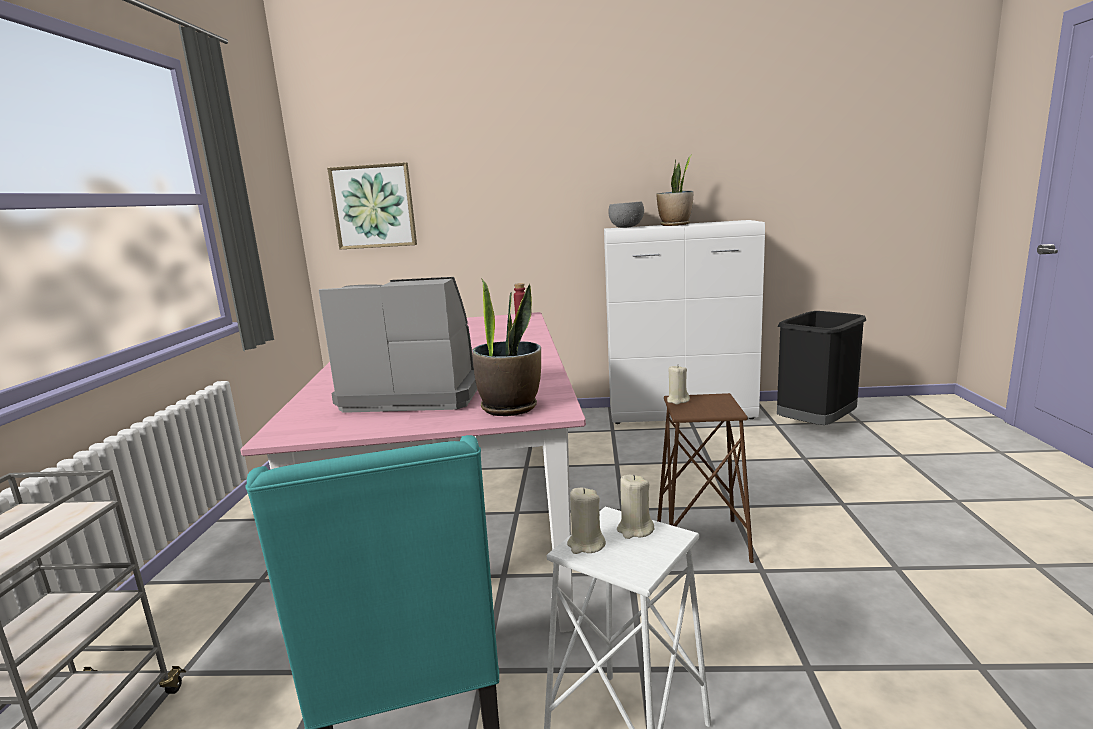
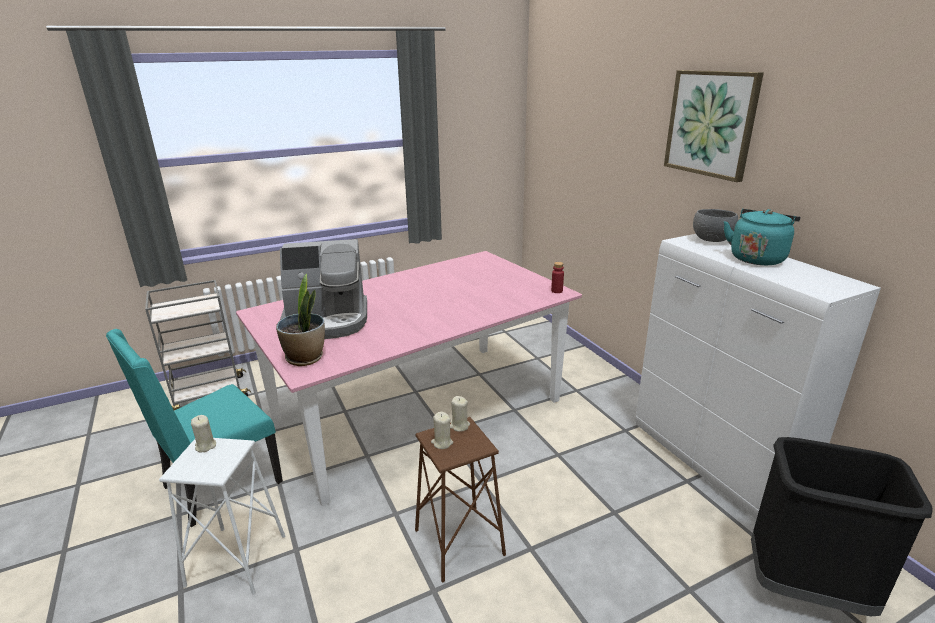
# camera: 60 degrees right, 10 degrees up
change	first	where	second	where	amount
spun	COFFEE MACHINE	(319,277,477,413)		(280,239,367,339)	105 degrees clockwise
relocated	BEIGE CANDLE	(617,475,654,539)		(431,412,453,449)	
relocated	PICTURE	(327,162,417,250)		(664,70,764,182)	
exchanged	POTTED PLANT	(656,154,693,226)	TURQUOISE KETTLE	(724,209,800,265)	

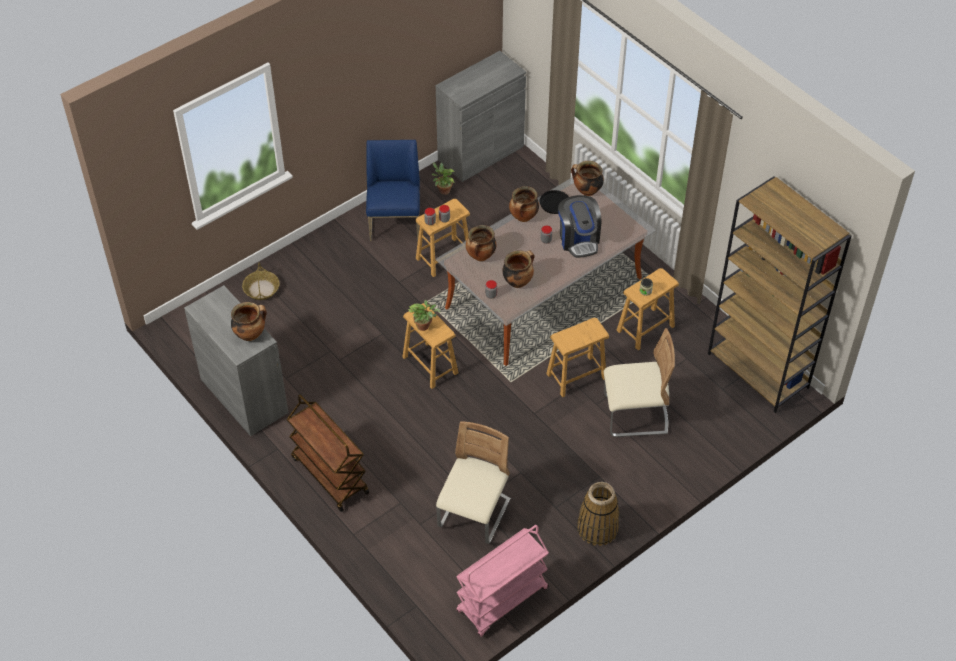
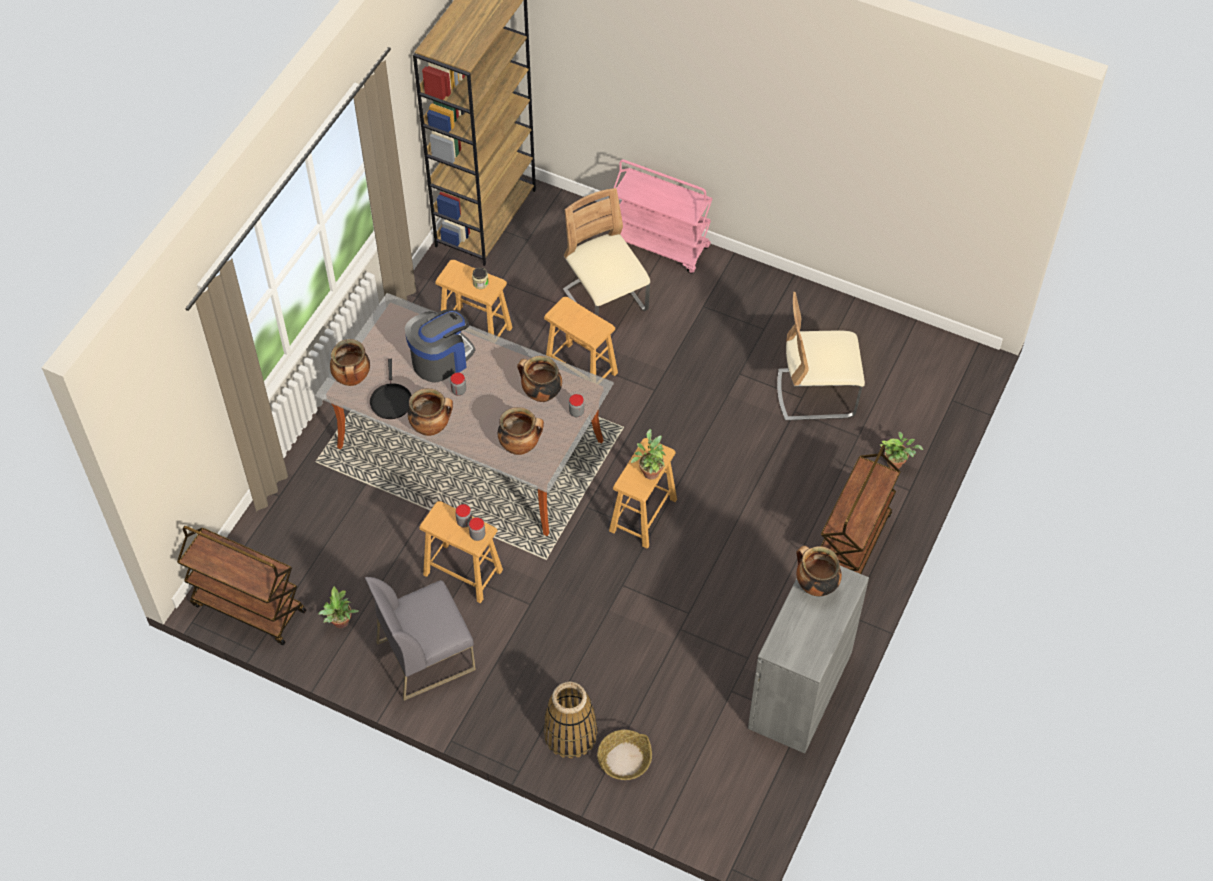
# camera: 115 degrees left, 5 degrees up
change	first	where	second	where	amount
exchanged	GREY CABINET	(436,51,526,182)	BROWN CART	(177,526,306,645)	
colour	BLUE CHAIR	(366,140,420,241)	GREY CHAIR	(365,577,476,701)	
relocated	BASKET	(577,482,619,546)		(544,682,598,759)	
relocated	PINK CART	(456,525,549,637)		(614,159,712,274)	
appeared			POTTED PLANT	(880,432,923,469)	

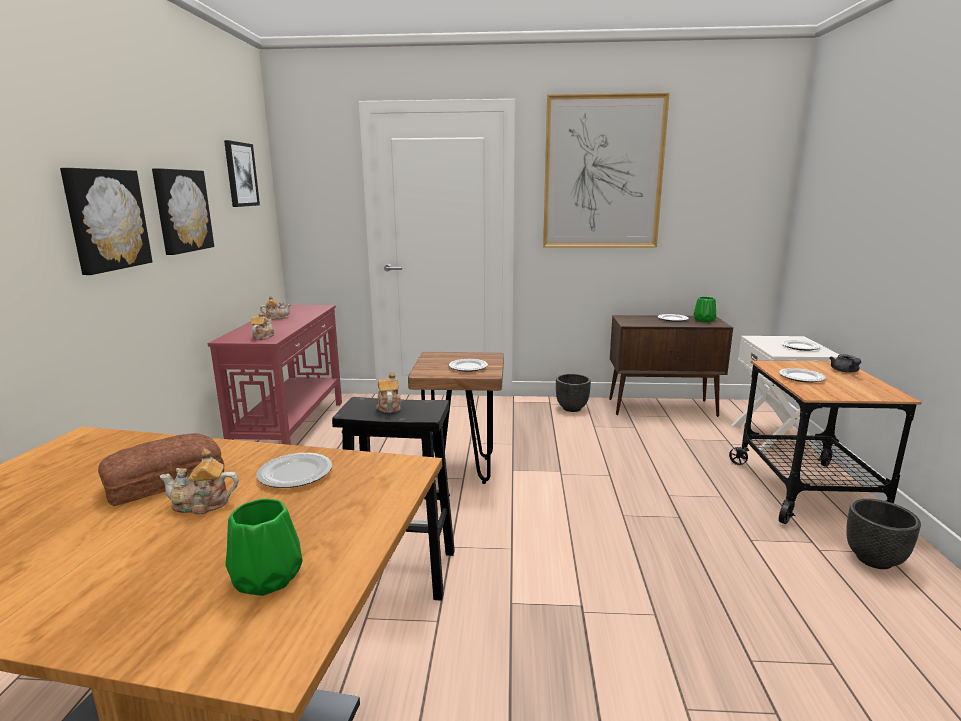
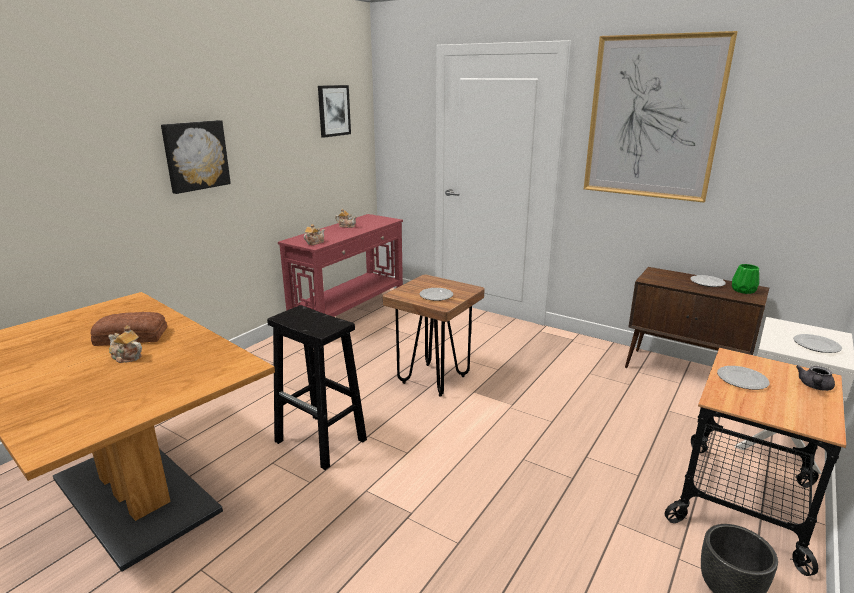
# camera: 30 degrees right, 5 degrees up
change	first	where	second	where	amount
missing	PICTURE	(152,168,214,255)			
missing	GREEN VASE	(226,499,303,596)			
missing	PLATE	(256,453,332,488)			
missing	TEAPOT	(376,372,401,413)			
missing	BLACK PLANTER	(556,374,591,412)			

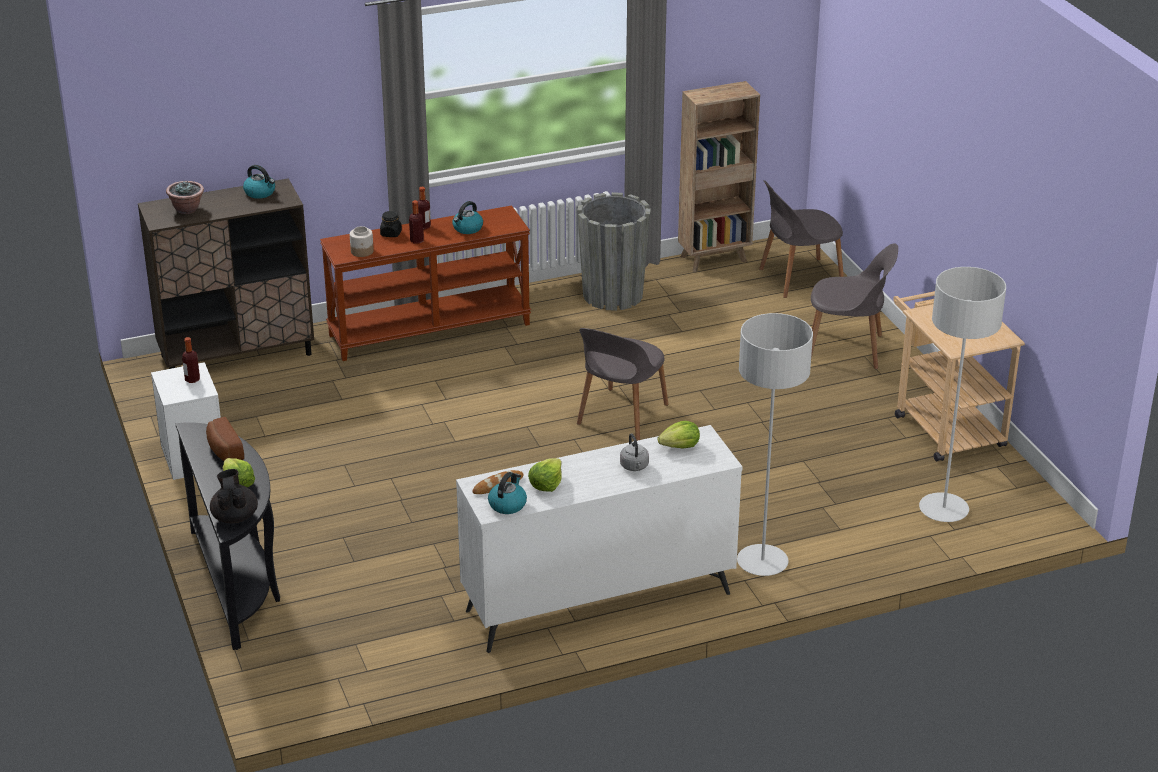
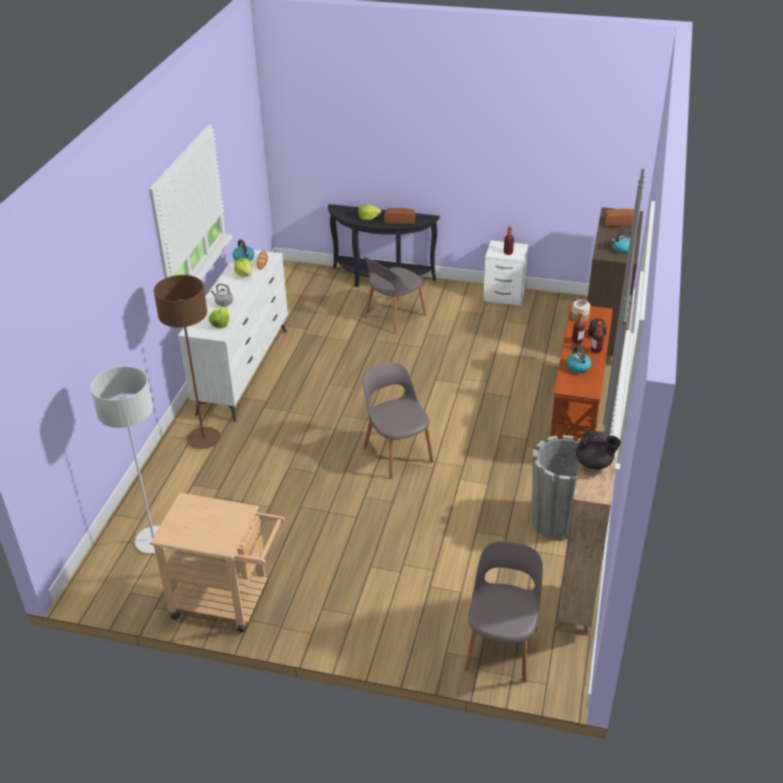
# camera: 125 degrees right, 5 degrees up
change	first	where	second	where	amount
colour	GREY FLOOR LAMP	(737,313,813,576)	BROWN FLOOR LAMP	(153,275,221,449)	
relocated	GREY CHAIR	(811,243,898,369)		(364,257,427,334)	
relocated	BLACK TEAPOT	(210,469,258,523)		(576,430,621,469)	
exchanged	POTTED PLANT	(166,181,204,214)	BREAD	(604,209,634,227)	

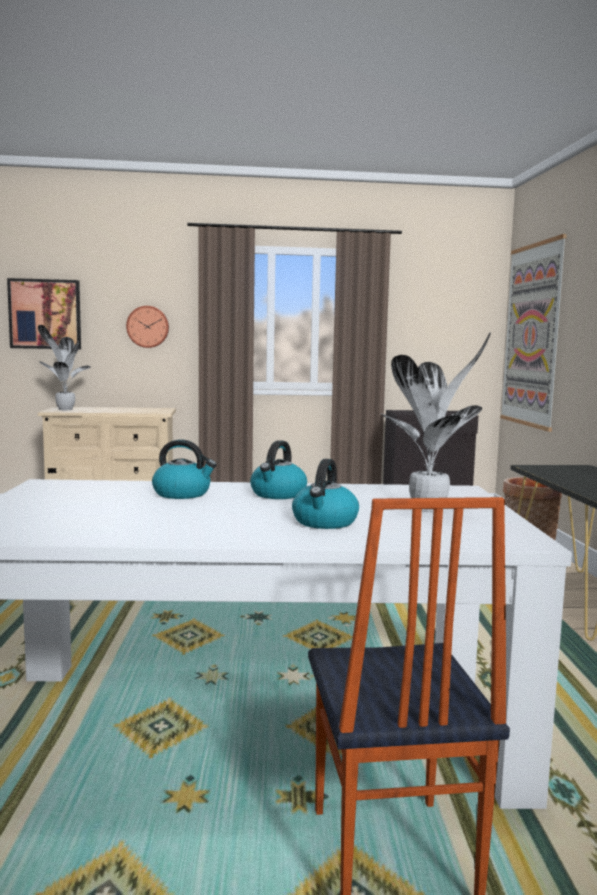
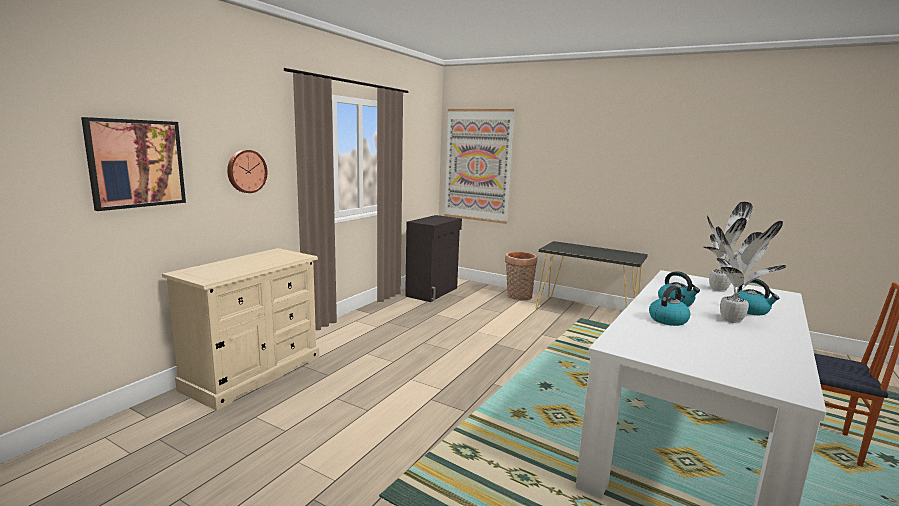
# camera: 55 degrees left, 5 degrees up
change	first	where	second	where	amount
relocated	POTTED PLANT	(38,325,91,410)		(716,221,786,323)	

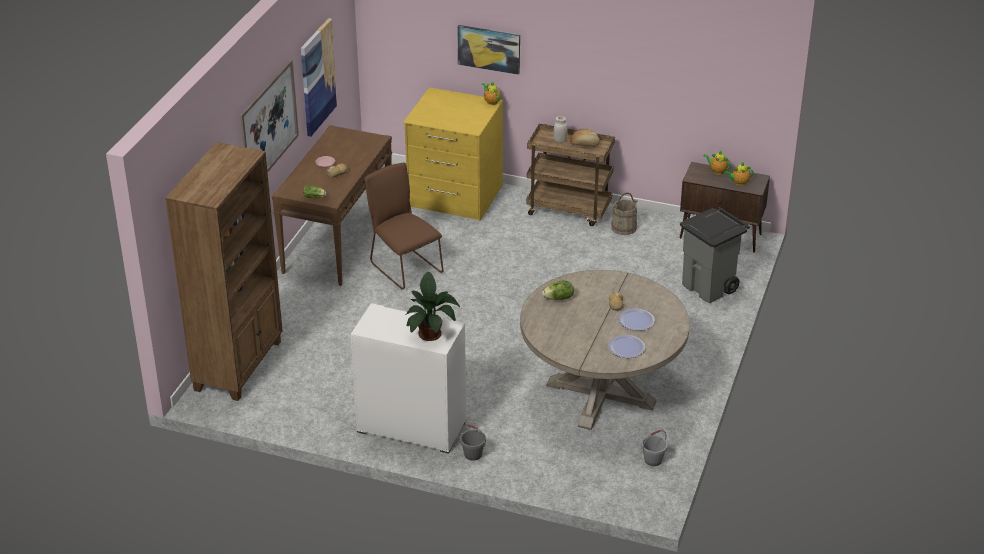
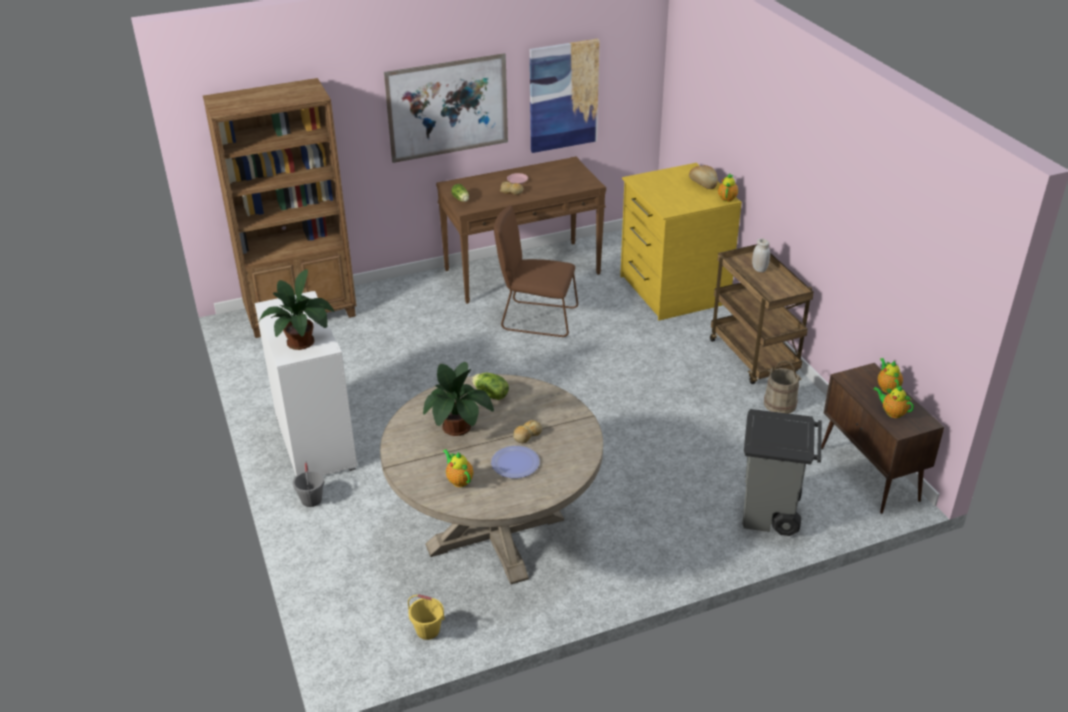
# camera: 50 degrees right, 0 degrees up
change	first	where	second	where	amount
colour	GREY BUCKET	(641,430,668,466)	YELLOW BUCKET	(408,594,444,640)	
appeared			POTTED PLANT	(423,362,494,436)	
exchanged	PLATE	(608,335,645,358)	TEAPOT	(443,449,474,487)	
spun	BROWN CHAIR	(365,162,444,290)		(494,205,578,337)	90 degrees counterclockwise
relocated	BREAD	(570,129,600,147)		(689,165,718,189)	
missing	PICTURE	(457,25,520,75)			

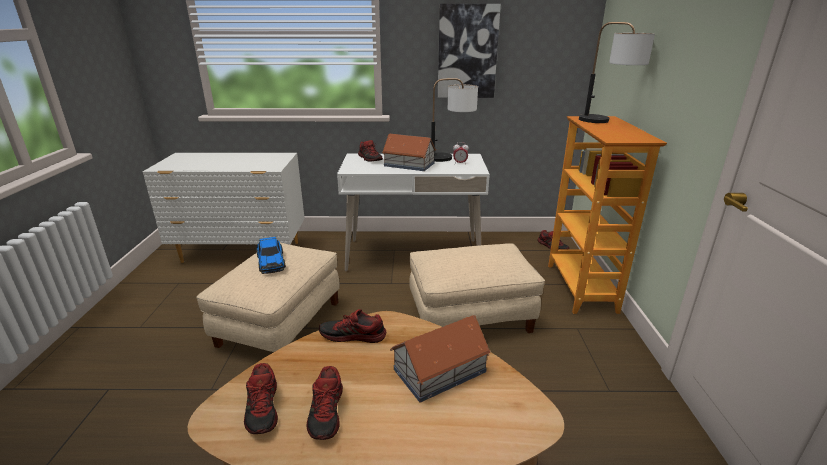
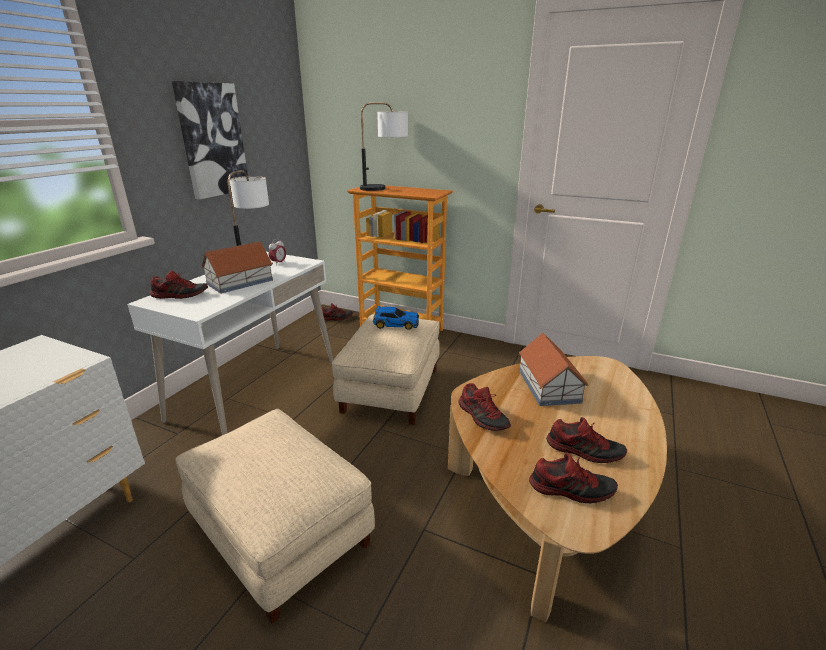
# camera: 65 degrees left, 0 degrees up
change	first	where	second	where	amount
relocated	TOY CAR	(256,237,286,274)		(373,306,419,330)	
spun	SHOE	(319,309,386,343)		(458,383,511,431)	60 degrees counterclockwise

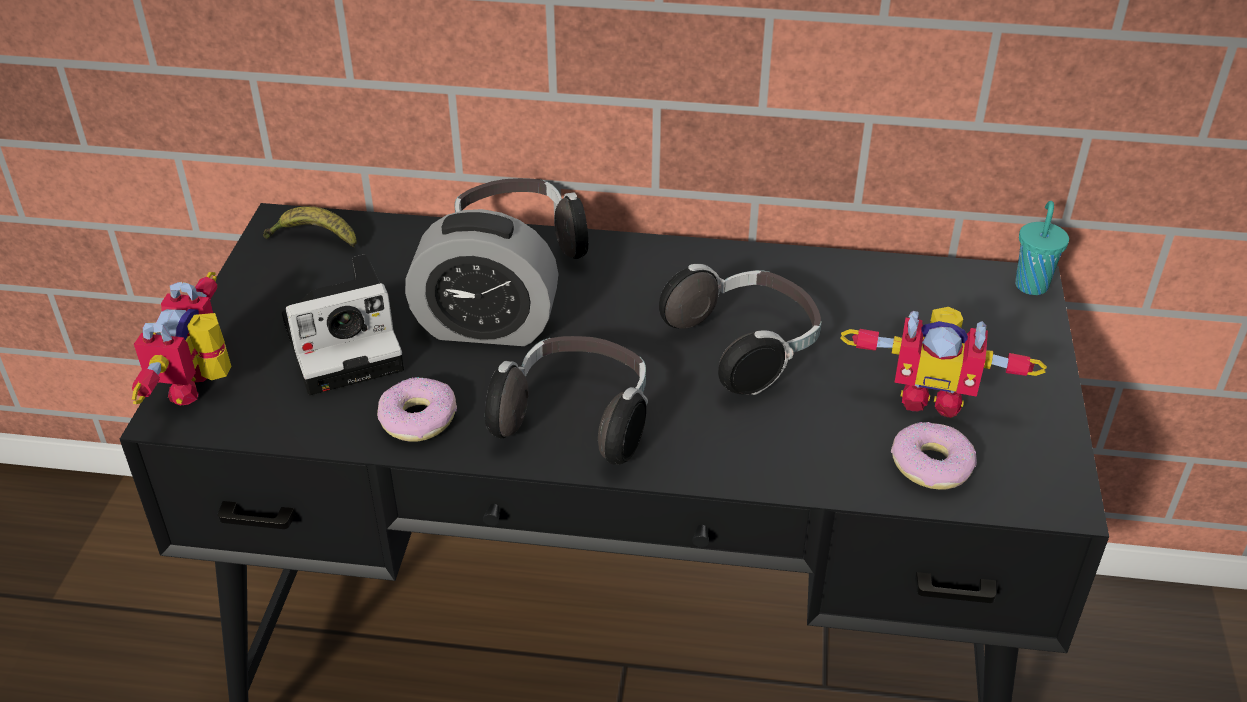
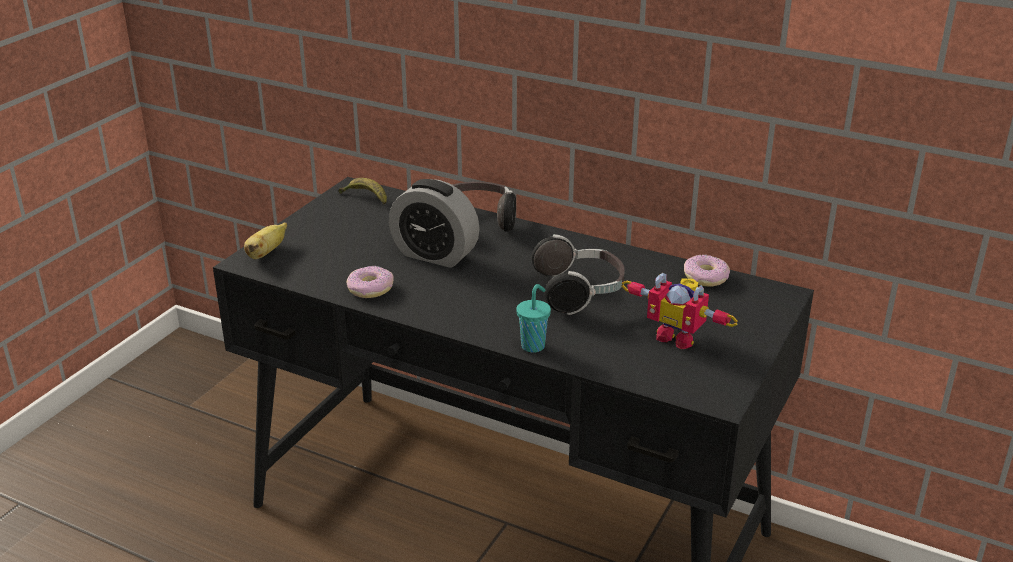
# camera: 20 degrees right, 10 degrees down
change	first	where	second	where	amount
exchanged	TOY ROBOT	(132,272,232,405)	BANANA	(244,222,287,259)	
relocated	TURQUOISE CUP	(1015,201,1069,295)		(516,284,551,353)	
relocated	DONUT	(891,422,977,490)		(684,255,730,287)	
missing	PHOTO CAMERA	(282,254,404,395)			
missing	HEADPHONES	(485,336,648,465)			

